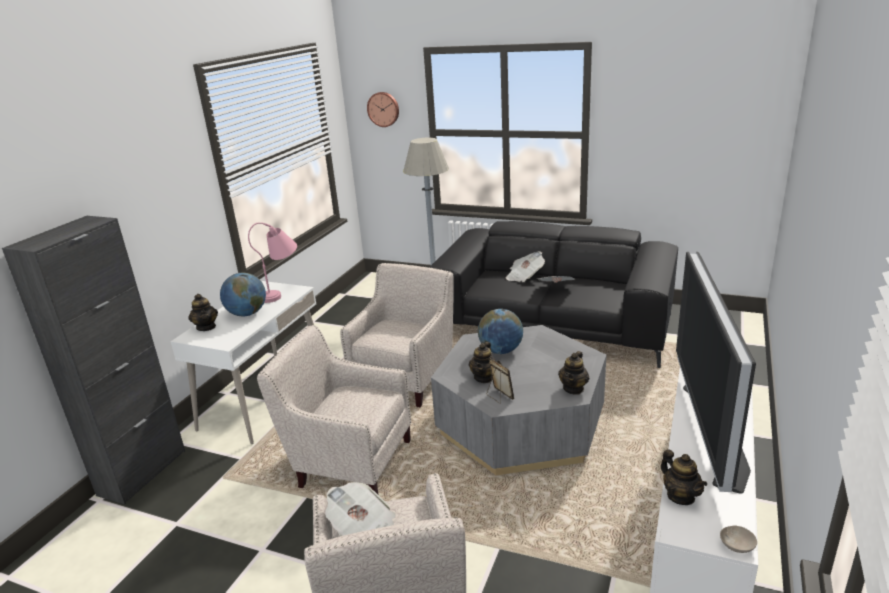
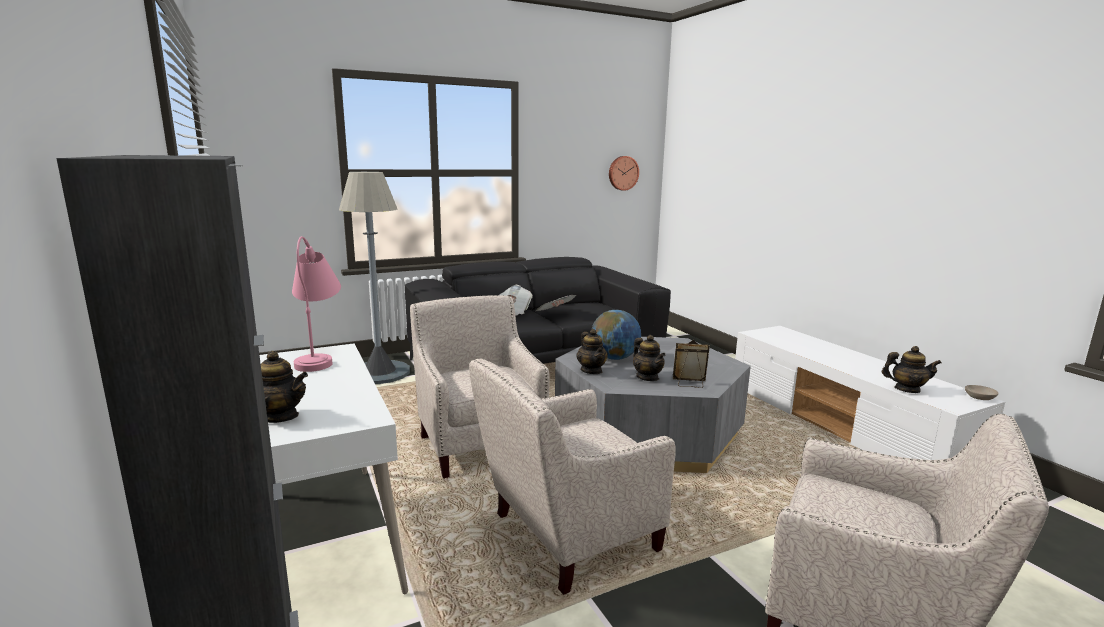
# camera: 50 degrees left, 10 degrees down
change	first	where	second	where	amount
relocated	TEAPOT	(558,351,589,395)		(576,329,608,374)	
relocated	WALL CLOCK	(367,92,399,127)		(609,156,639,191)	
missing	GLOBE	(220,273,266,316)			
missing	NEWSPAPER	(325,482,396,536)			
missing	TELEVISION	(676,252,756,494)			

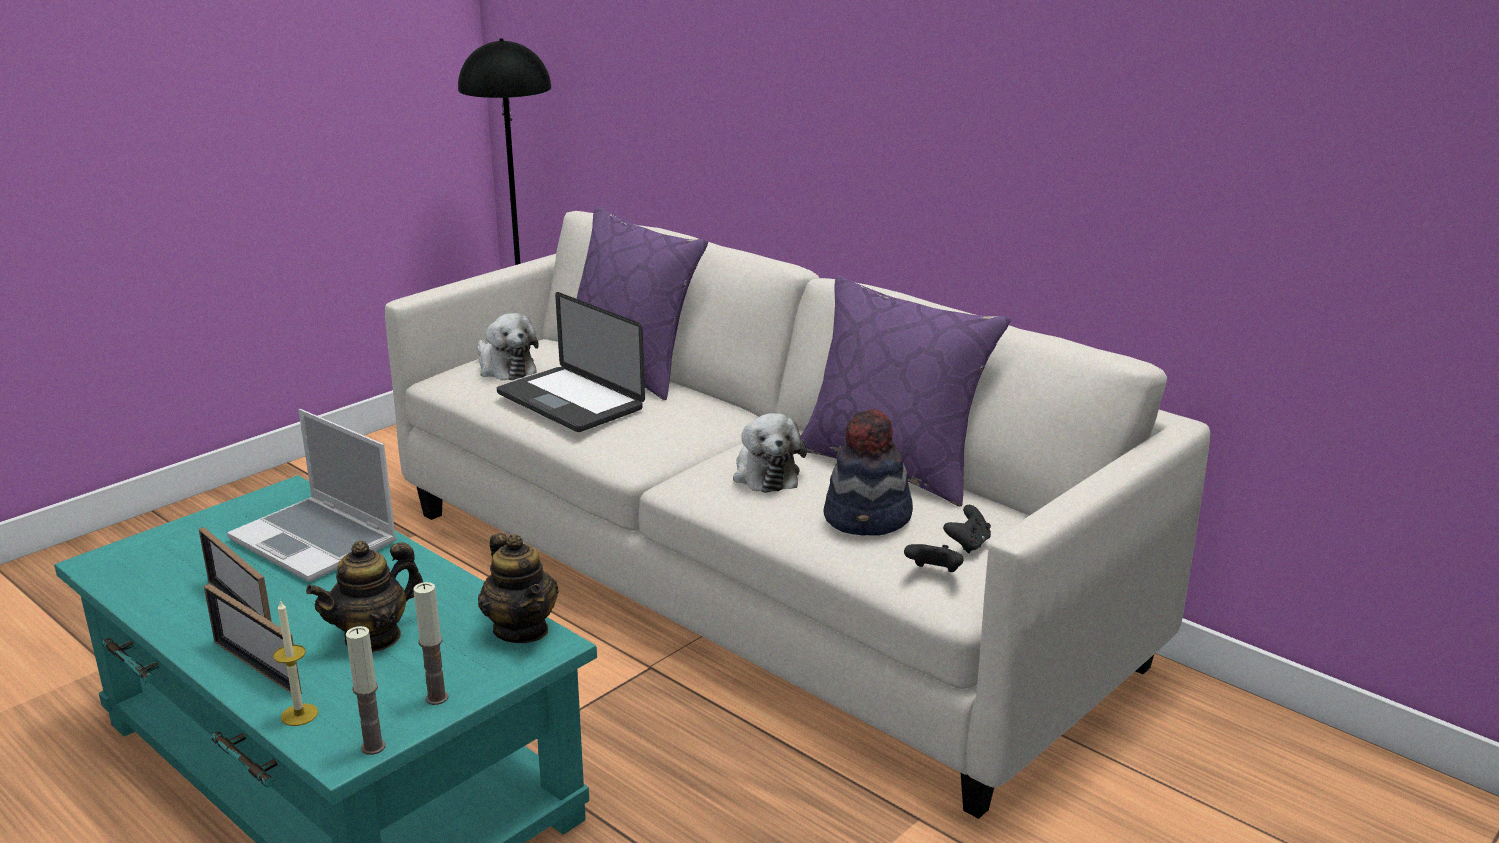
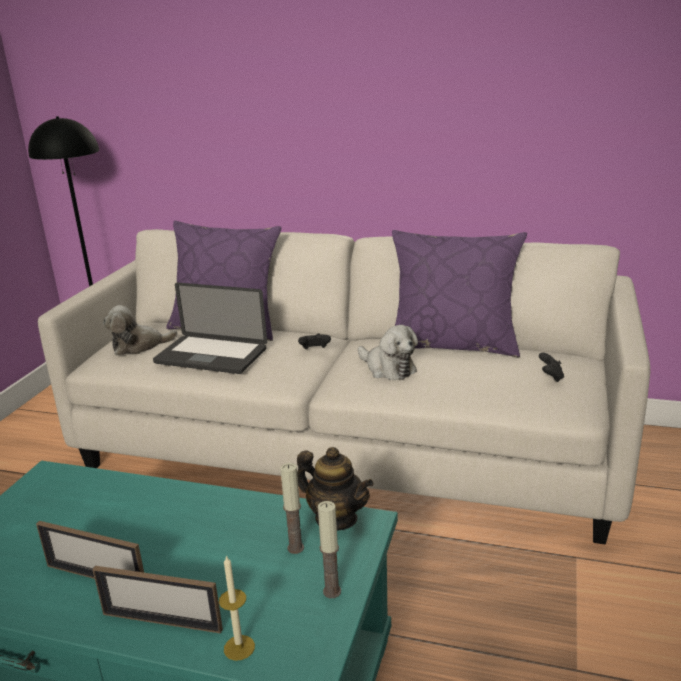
# camera: 25 degrees left, 0 degrees up
change	first	where	second	where	amount
spun	PLUSH TOY	(478,313,539,380)		(103,305,178,355)	135 degrees clockwise
relocated	CANDLE	(346,626,386,755)		(280,463,304,554)	
relocated	BLACK GAME CONTROLLER	(904,544,964,572)		(298,333,331,349)	
missing	LAPTOP	(227,409,397,582)			
missing	TEAPOT	(306,541,423,652)			
missing	HAT	(823,408,913,536)			

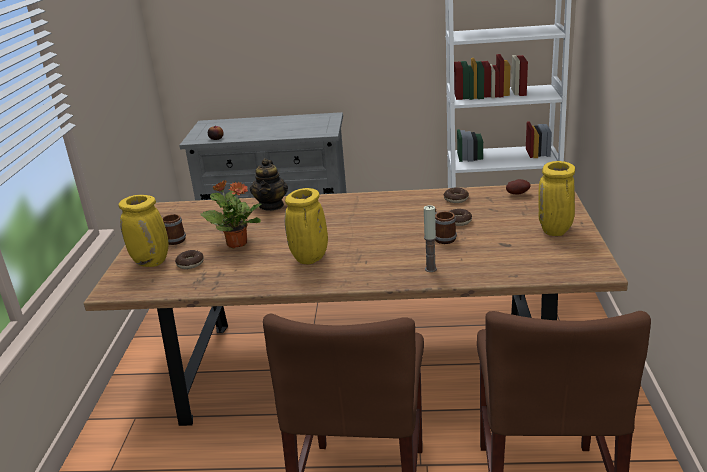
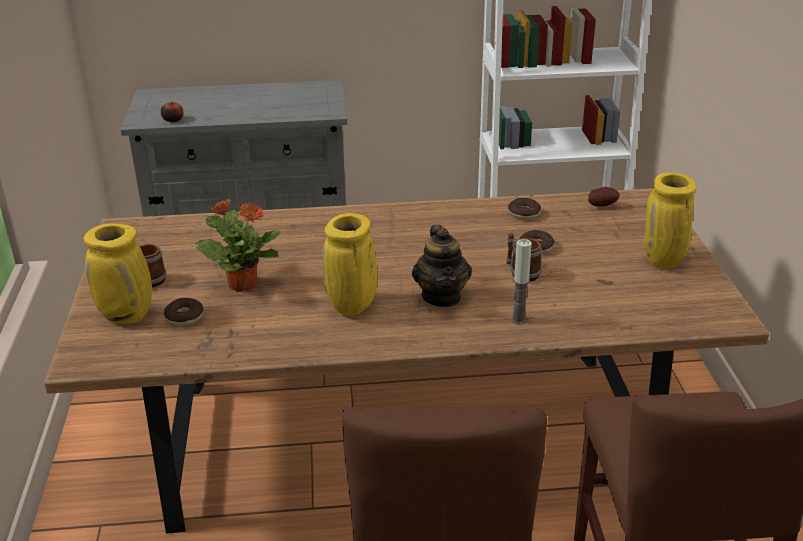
# camera: 10 degrees left, 5 degrees up
change	first	where	second	where	amount
relocated	TEAPOT	(250,158,288,211)		(412,225,472,307)	

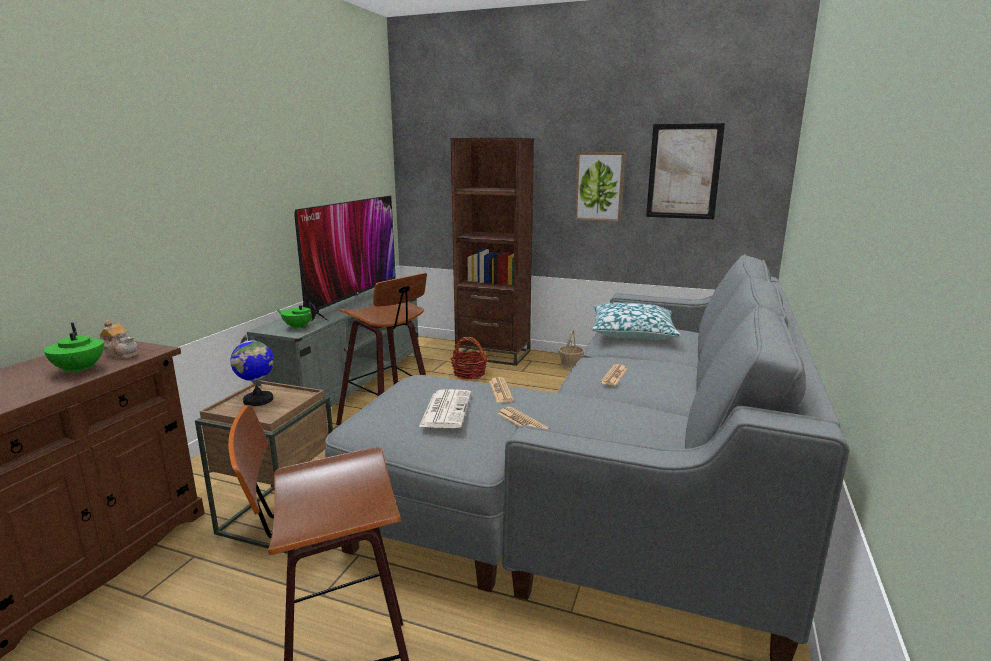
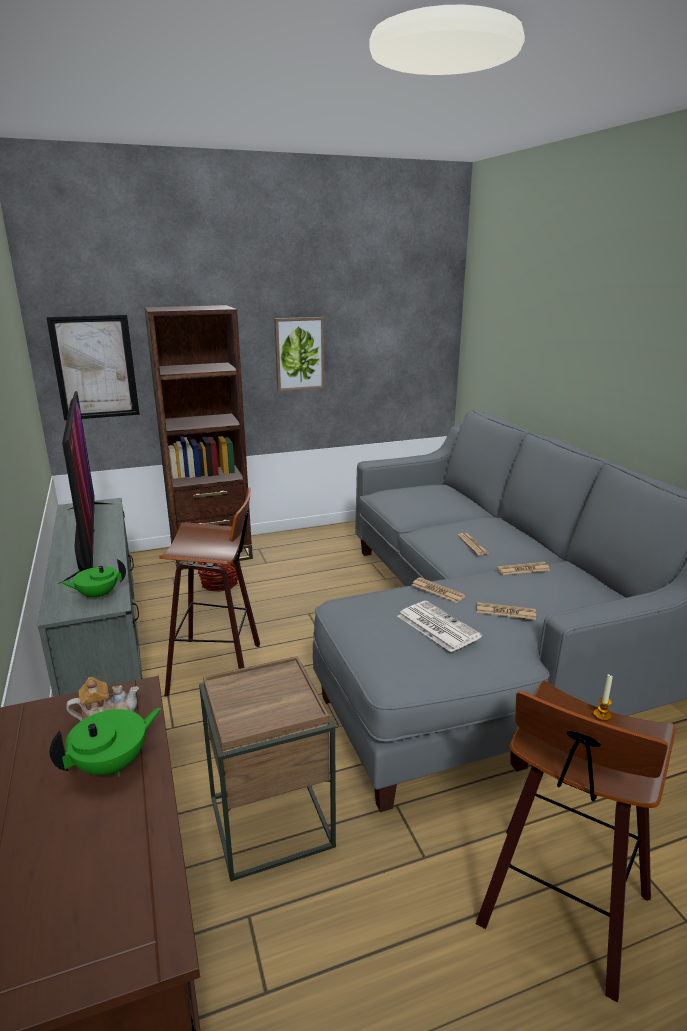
# camera: 40 degrees left, 5 degrees up
change	first	where	second	where	amount
relocated	PICTURE	(646,123,725,219)		(46,315,140,420)	
spun	GREEN TEAPOT	(44,323,104,374)		(50,708,161,777)	60 degrees counterclockwise
appeared			NEWSPAPER	(497,562,550,575)	
appeared			CANDLE	(593,674,613,721)	
missing	GLOBE	(230,334,274,406)			
missing	BASKET	(559,329,584,369)			
missing	PILLOW	(592,302,681,340)			

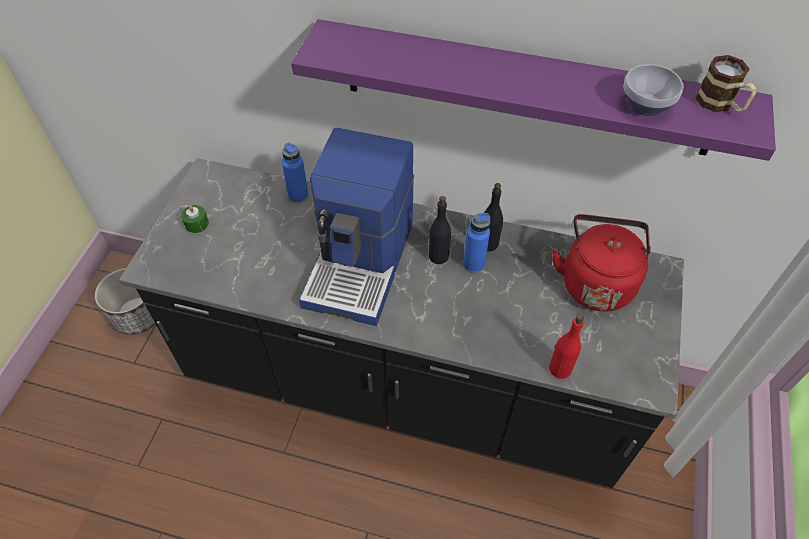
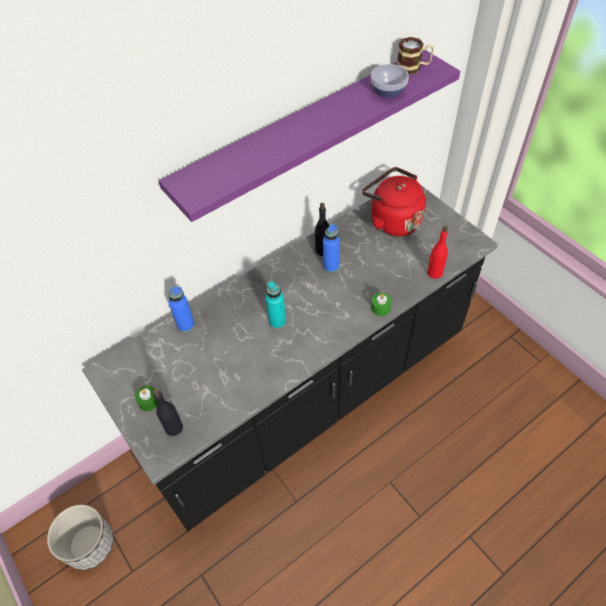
# camera: 50 degrees left, 0 degrees up
change	first	where	second	where	amount
relocated	BLACK BOTTLE	(429,196,451,264)		(153,389,183,436)	
exchanged	COFFEE MACHINE	(299,128,414,326)	TURQUOISE BOTTLE	(266,281,286,329)	
appeared			GREEN CANDLE	(371,293,392,316)	

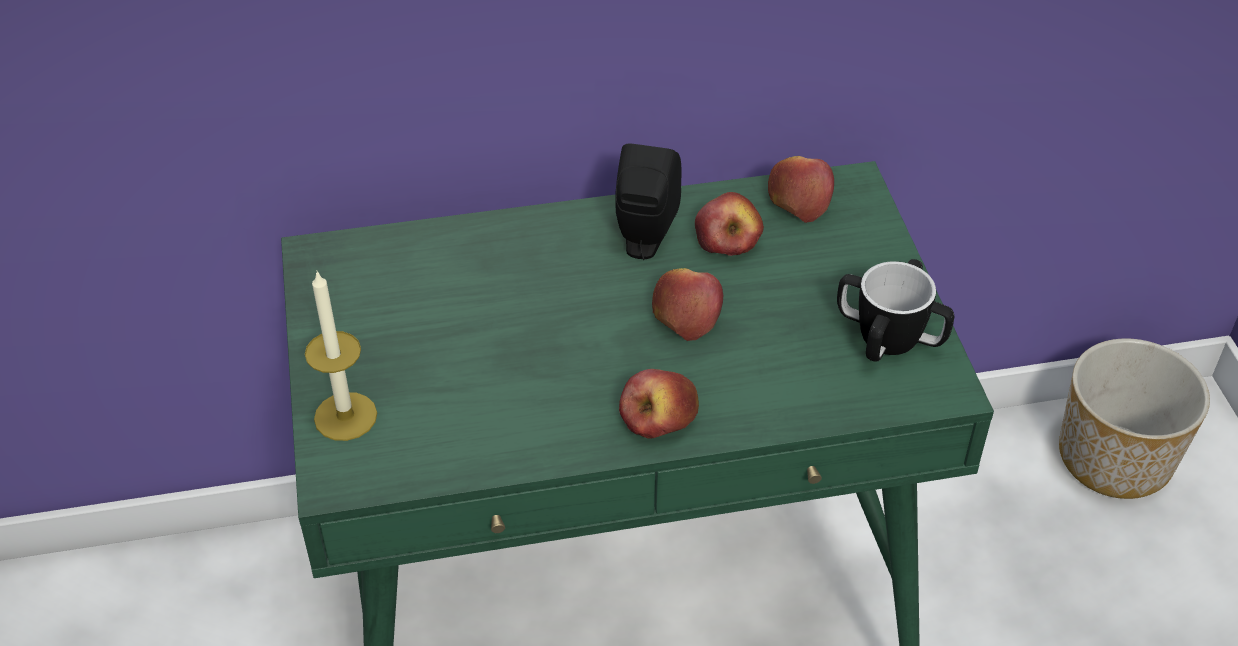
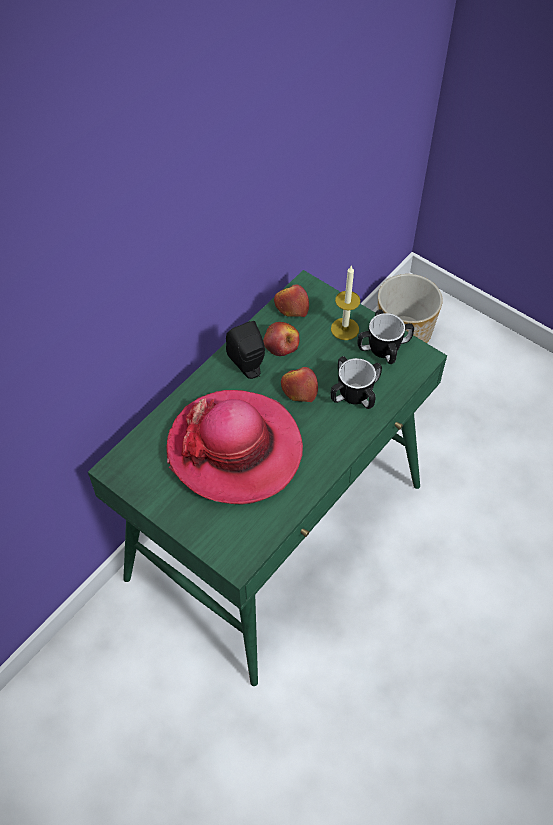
# camera: 40 degrees left, 10 degrees up
change	first	where	second	where	amount
appeared			HAT	(166,390,303,505)	
appeared			MUG	(330,356,382,409)	
relocated	CANDLE	(305,270,377,441)		(331,266,360,340)	
missing	APPLE	(619,369,699,439)			

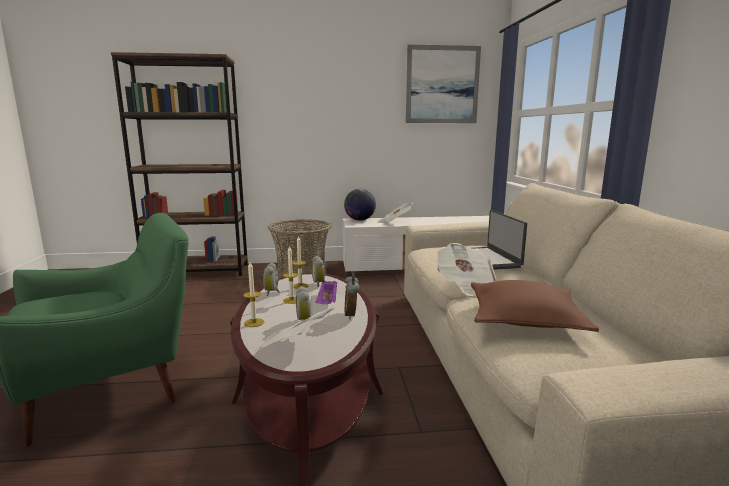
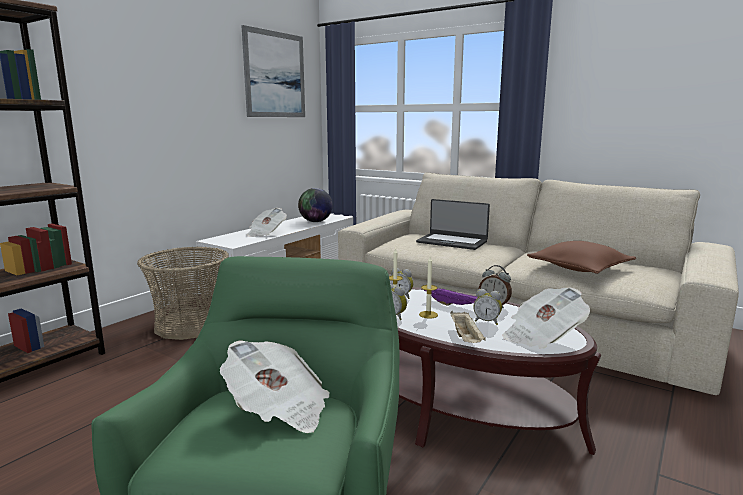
# camera: 50 degrees left, 0 degrees up
change	first	where	second	where	amount
relocated	NEWSPAPER	(437,243,497,296)		(220,340,330,433)	
relocated	GLOBE	(344,189,376,221)		(298,188,333,222)	
exchanged	CANDLE	(243,262,264,327)	BEIGE TRAY	(450,311,486,343)	

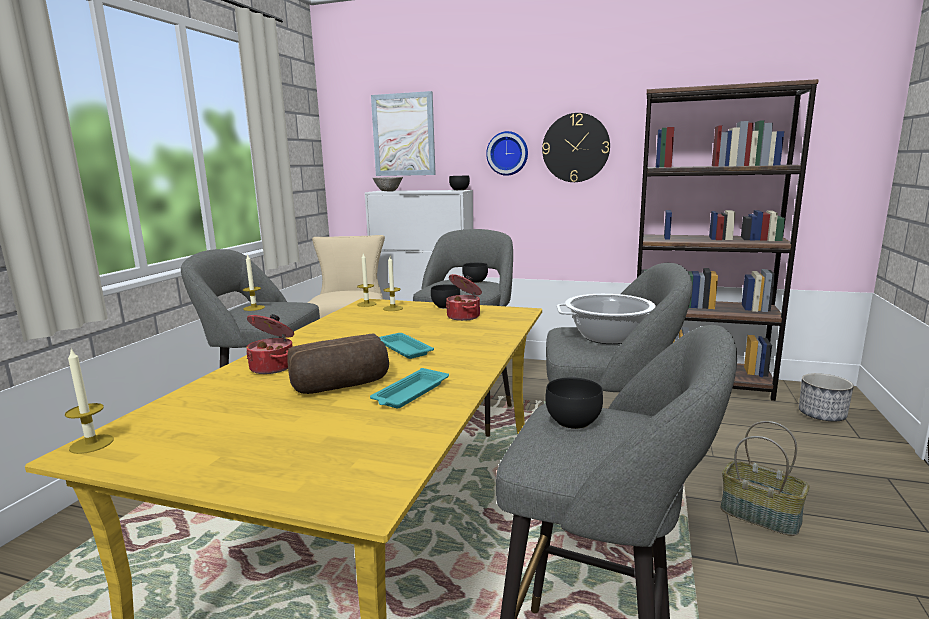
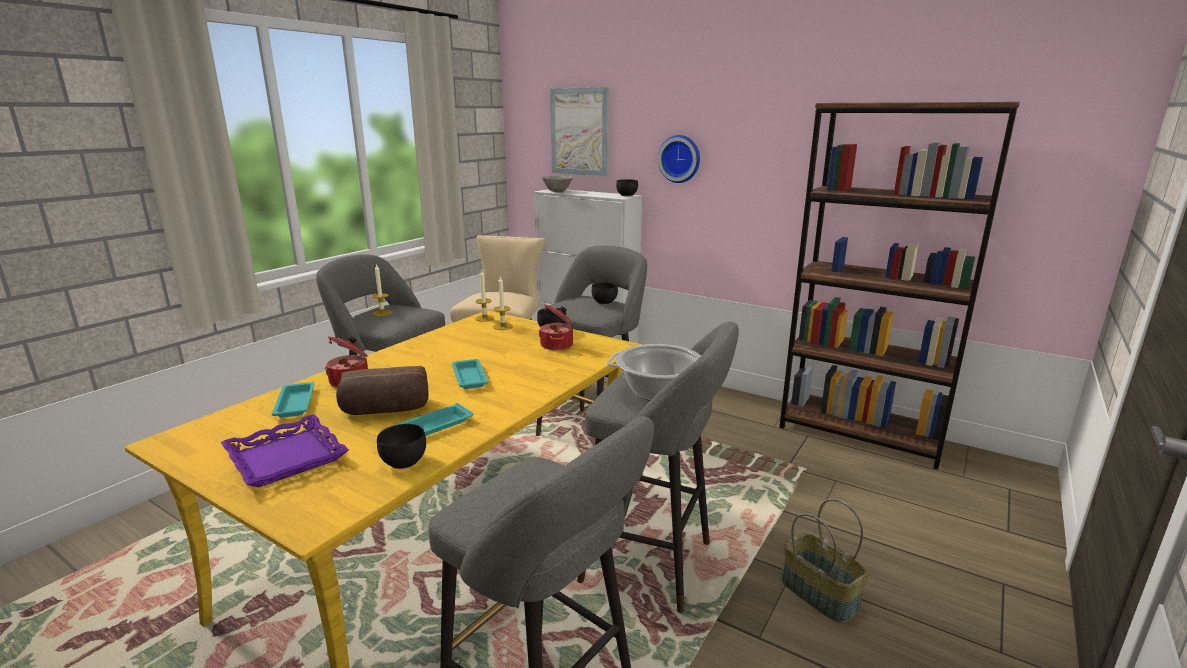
# camera: 15 degrees right, 5 degrees up
change	first	where	second	where	amount
appeared			PURPLE TRAY	(221,414,349,487)	
appeared			TURQUOISE TRAY	(272,382,315,418)	
relocated	BLACK BOWL	(545,377,603,430)		(377,424,426,469)	
missing	CANDLE	(65,349,114,454)			
missing	WALL CLOCK	(542,113,610,182)			
missing	PLANTER	(799,373,854,421)			

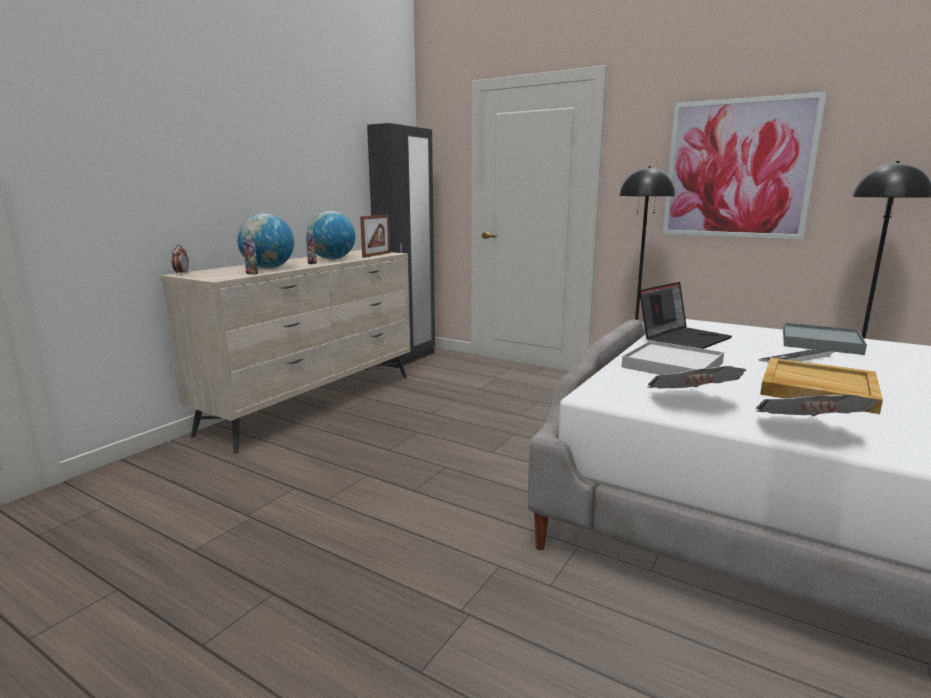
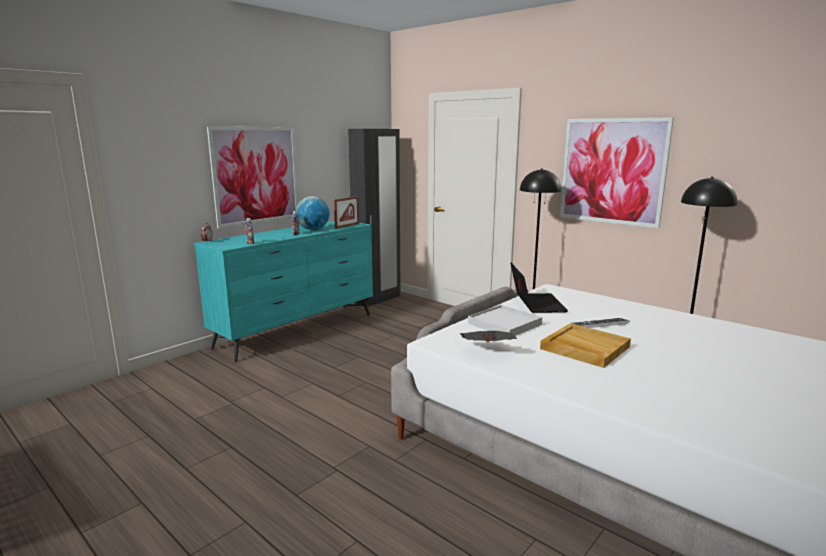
# camera: 10 degrees right, 0 degrees up
change	first	where	second	where	amount
colour	BEIGE DRESSER	(160,250,411,454)	TURQUOISE DRESSER	(194,221,373,362)	
appeared			PICTURE	(207,127,298,228)	
spun	LAPTOP	(639,282,732,349)		(510,263,568,313)	60 degrees counterclockwise
missing	GLOBE	(237,214,294,269)			
missing	NEWSPAPER	(756,395,879,416)			
missing	GREY TRAY	(783,323,867,355)			

